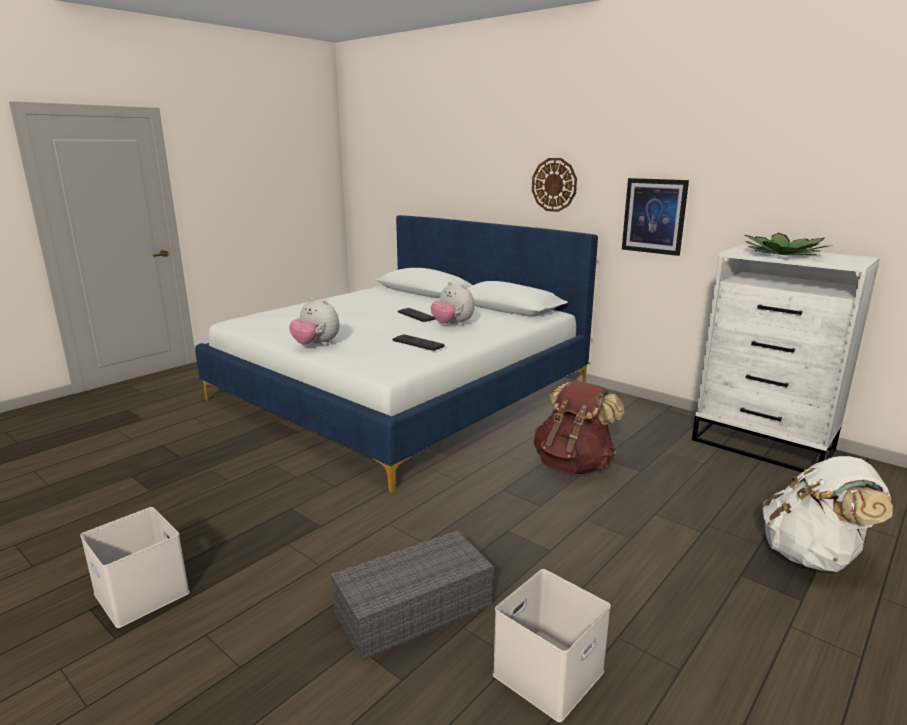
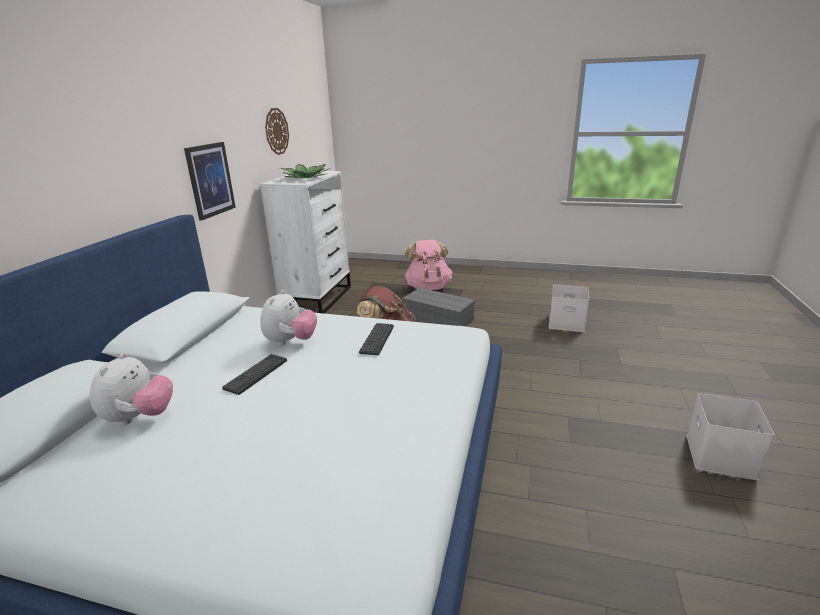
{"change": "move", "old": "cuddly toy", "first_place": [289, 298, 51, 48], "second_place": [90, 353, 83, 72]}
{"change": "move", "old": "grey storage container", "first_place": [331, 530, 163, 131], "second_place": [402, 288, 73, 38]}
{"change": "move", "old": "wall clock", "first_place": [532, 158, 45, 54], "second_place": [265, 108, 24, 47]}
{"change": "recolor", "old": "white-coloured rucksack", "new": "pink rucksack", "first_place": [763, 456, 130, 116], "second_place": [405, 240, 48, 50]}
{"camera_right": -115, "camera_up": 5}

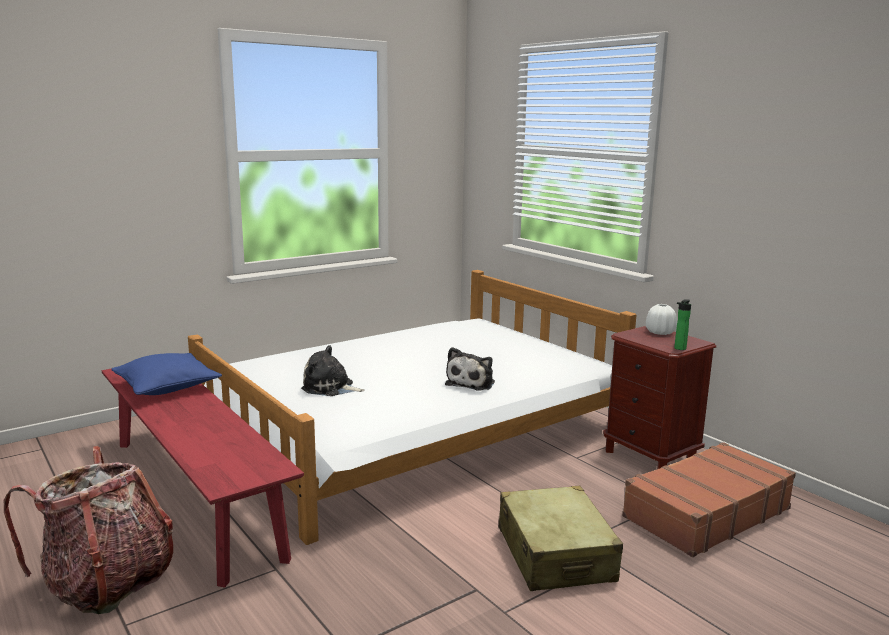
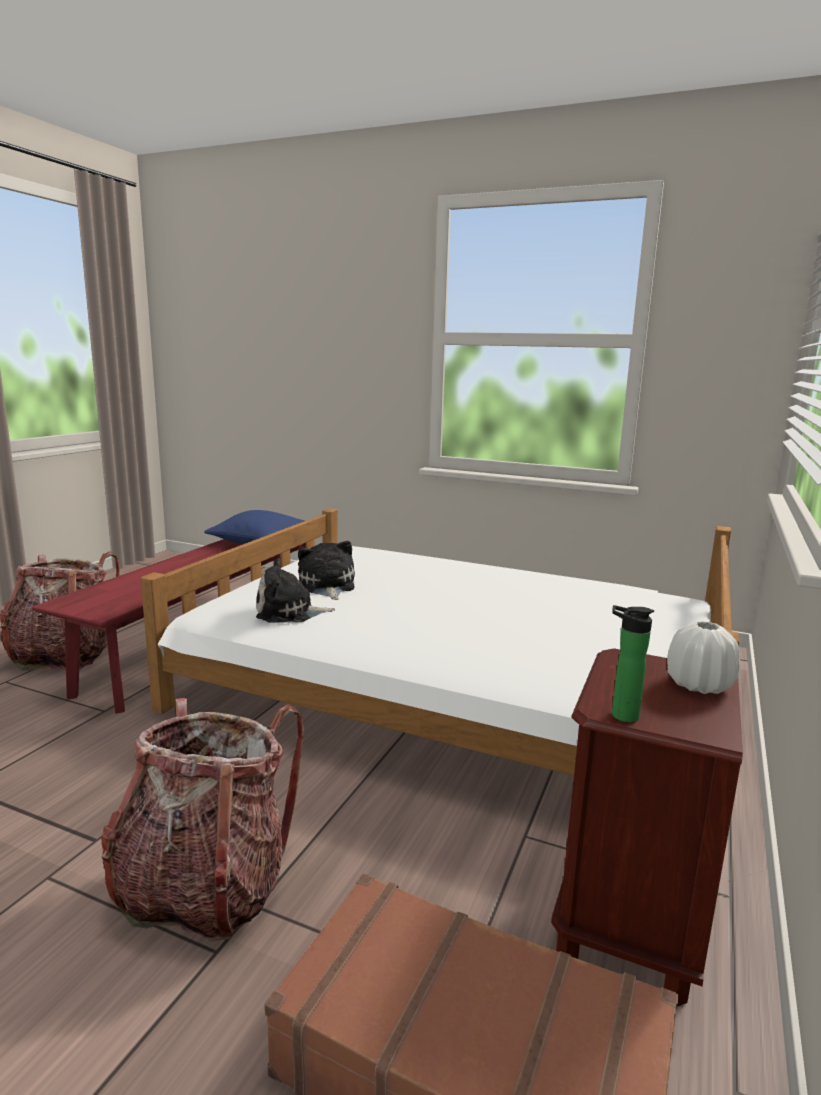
{"change": "move", "old": "cuddly toy", "first_place": [445, 347, 50, 44], "second_place": [256, 558, 79, 65]}
{"change": "replace", "old": "beige-coloured piece of luggage", "new": "rucksack", "first_place": [499, 486, 124, 105], "second_place": [101, 698, 203, 243]}
{"camera_right": 60, "camera_up": 0}

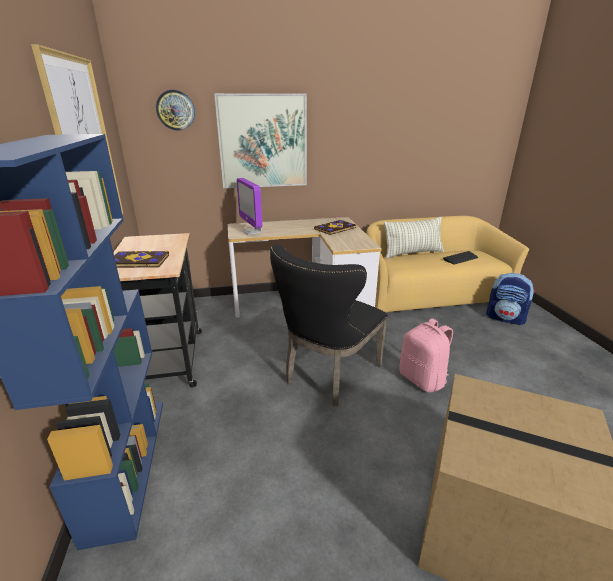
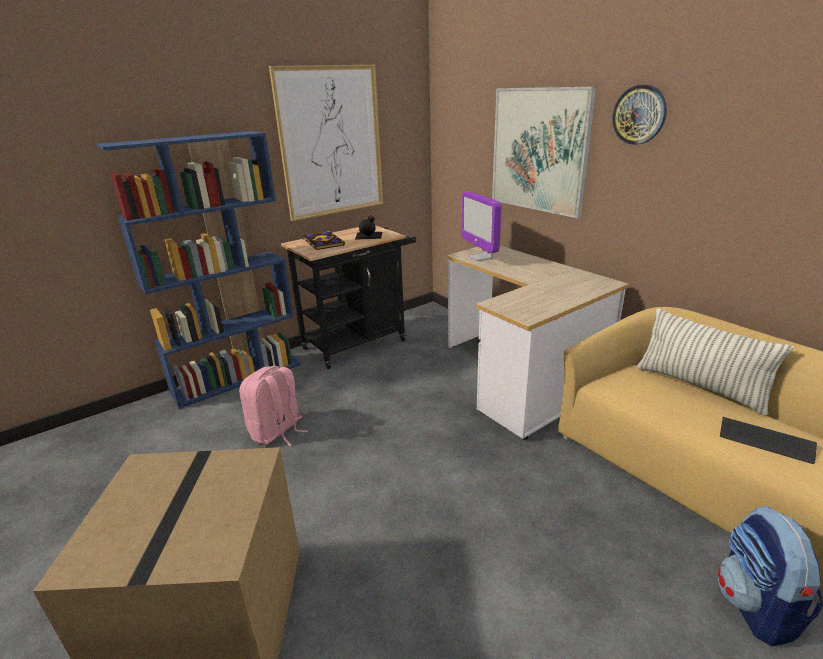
{"change": "delete", "old": "black upright chair", "first_place": [270, 244, 118, 162]}
{"change": "delete", "old": "bound book", "first_place": [314, 220, 42, 15]}
{"change": "insert", "new": "black drink bottle", "second_place": [355, 215, 27, 25]}
{"change": "move", "old": "wall clock", "first_place": [156, 90, 39, 41], "second_place": [612, 84, 55, 61]}
{"change": "move", "old": "pink rucksack", "first_place": [399, 318, 54, 74], "second_place": [239, 366, 69, 80]}
{"change": "rotate", "old": "monitor", "first_place": [237, 178, 25, 57], "second_place": [461, 191, 41, 70], "degrees": -60}
{"camera_right": 65, "camera_up": 0}

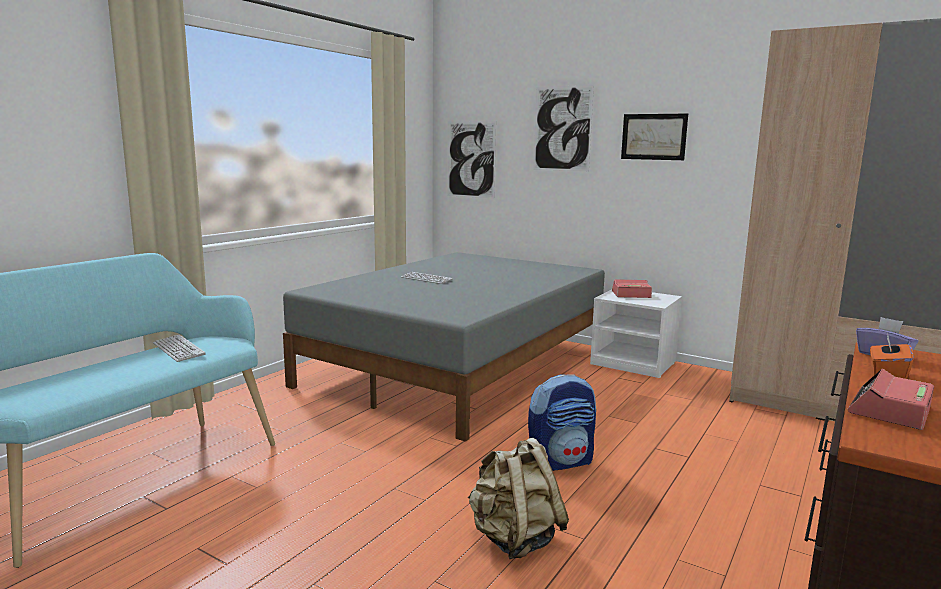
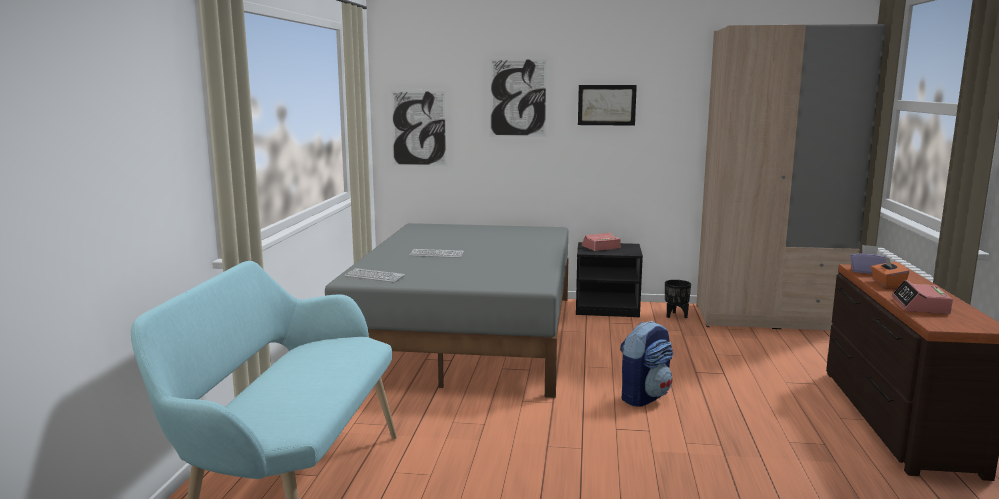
{"change": "delete", "old": "beige-coloured rucksack", "first_place": [468, 438, 101, 121]}
{"change": "insert", "new": "black flower pot", "second_place": [665, 280, 26, 38]}
{"change": "move", "old": "computer keyboard", "first_place": [153, 335, 53, 27], "second_place": [344, 268, 61, 14]}
{"change": "recolor", "old": "white-coloured bedside table", "new": "black bedside table", "first_place": [590, 289, 92, 89], "second_place": [576, 242, 67, 75]}
{"camera_right": -25, "camera_up": 0}

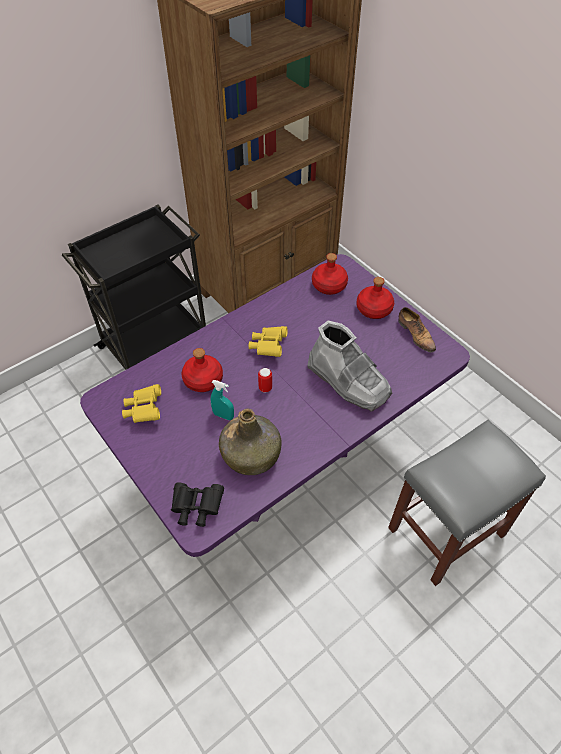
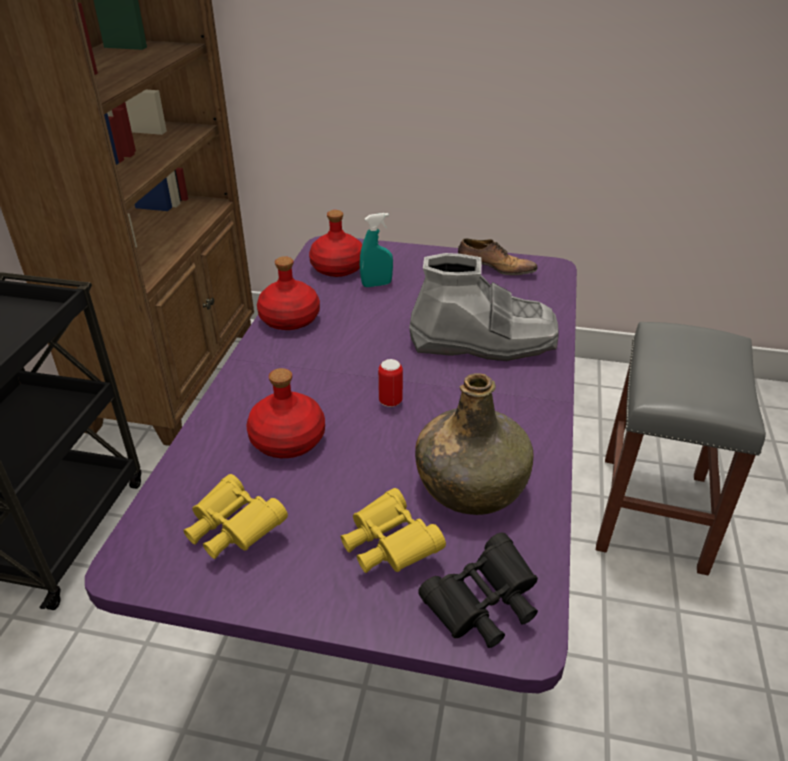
{"change": "move", "old": "turquoise hand sprayer", "first_place": [211, 380, 23, 40], "second_place": [360, 213, 33, 74]}
{"change": "move", "old": "yellow pair of binoculars", "first_place": [249, 326, 38, 31], "second_place": [341, 488, 105, 85]}
{"change": "move", "old": "red drink bottle", "first_place": [357, 277, 37, 42], "second_place": [257, 256, 63, 74]}
{"camera_right": -40, "camera_up": -15}

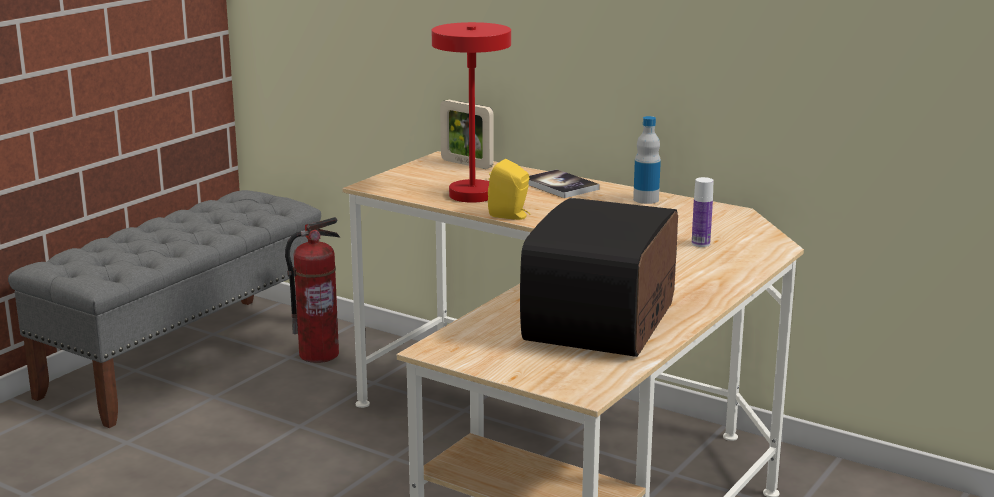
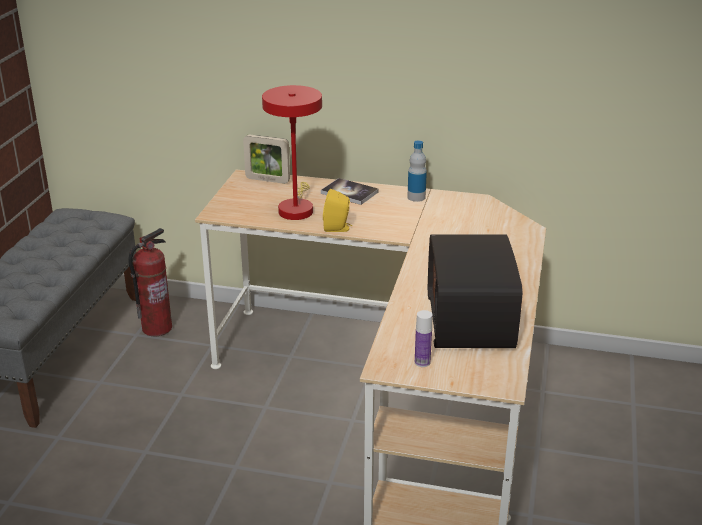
{"change": "move", "old": "drink bottle", "first_place": [692, 177, 22, 70], "second_place": [415, 310, 17, 57]}
{"camera_right": -20, "camera_up": 10}

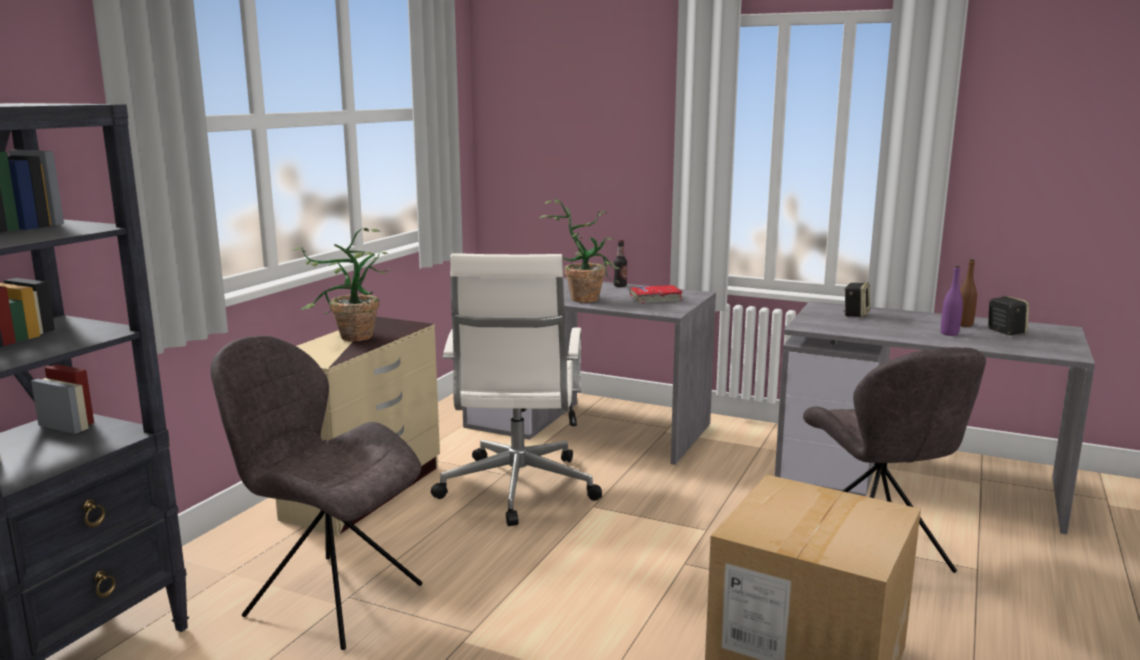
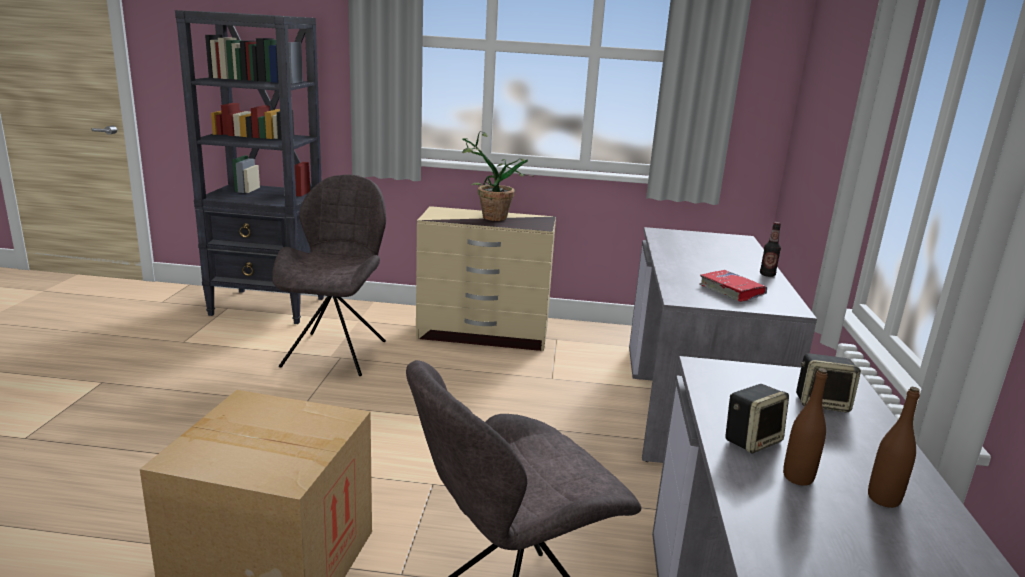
{"change": "delete", "old": "white-coloured desk chair", "first_place": [431, 253, 171, 273]}
{"change": "delete", "old": "plant in a pot", "first_place": [540, 199, 81, 104]}
{"change": "move", "old": "audio speaker", "first_place": [988, 296, 41, 39], "second_place": [725, 384, 64, 70]}
{"change": "recolor", "old": "purplish drink bottle", "new": "brown-coloured drink bottle", "first_place": [941, 266, 22, 70], "second_place": [783, 368, 45, 118]}
{"camera_right": 70, "camera_up": 5}

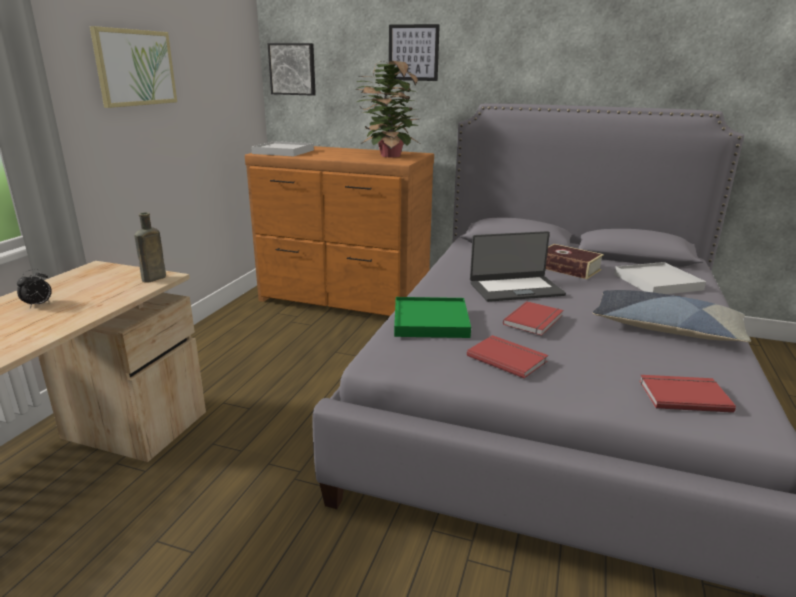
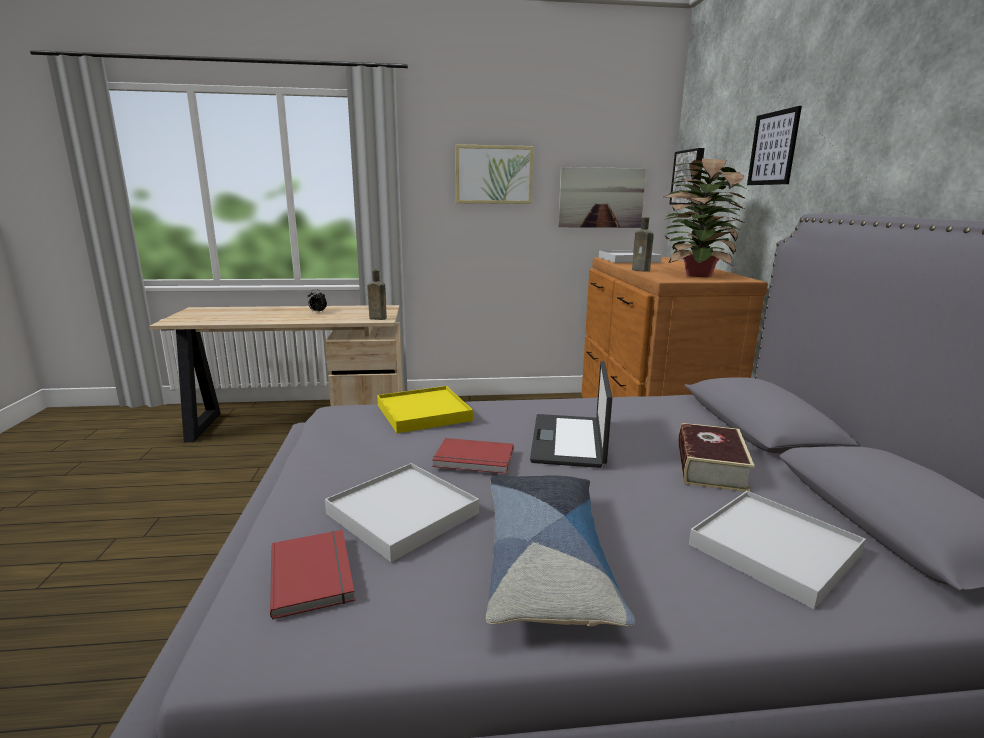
{"change": "delete", "old": "red bound book", "first_place": [467, 335, 81, 44]}
{"change": "insert", "new": "white-coloured tray", "second_place": [325, 463, 154, 99]}
{"change": "insert", "new": "wall art", "second_place": [558, 167, 88, 61]}
{"change": "insert", "new": "brown-coloured drink bottle", "second_place": [632, 217, 22, 55]}
{"change": "recolor", "old": "green tray", "new": "yellow tray", "first_place": [394, 297, 77, 41], "second_place": [377, 386, 96, 47]}
{"change": "rotate", "old": "notebook computer", "first_place": [470, 231, 96, 71], "second_place": [530, 361, 82, 107], "degrees": 45}
{"camera_right": 65, "camera_up": -5}

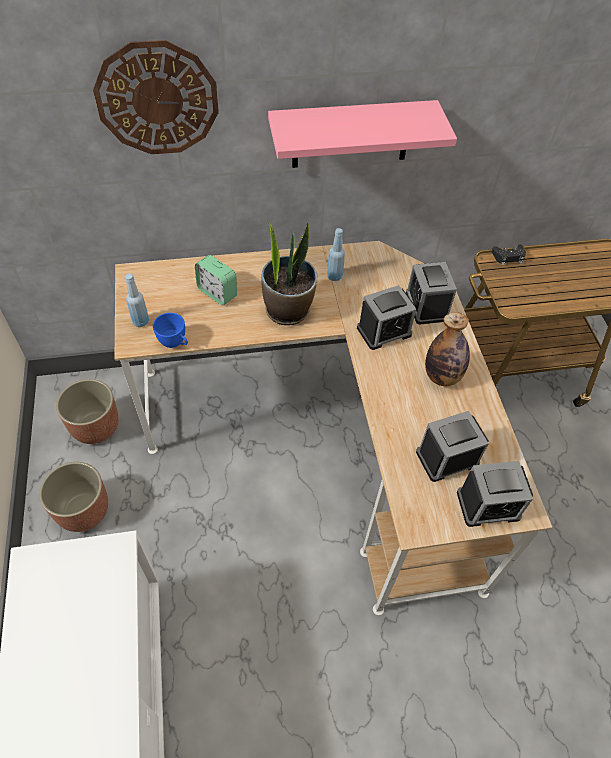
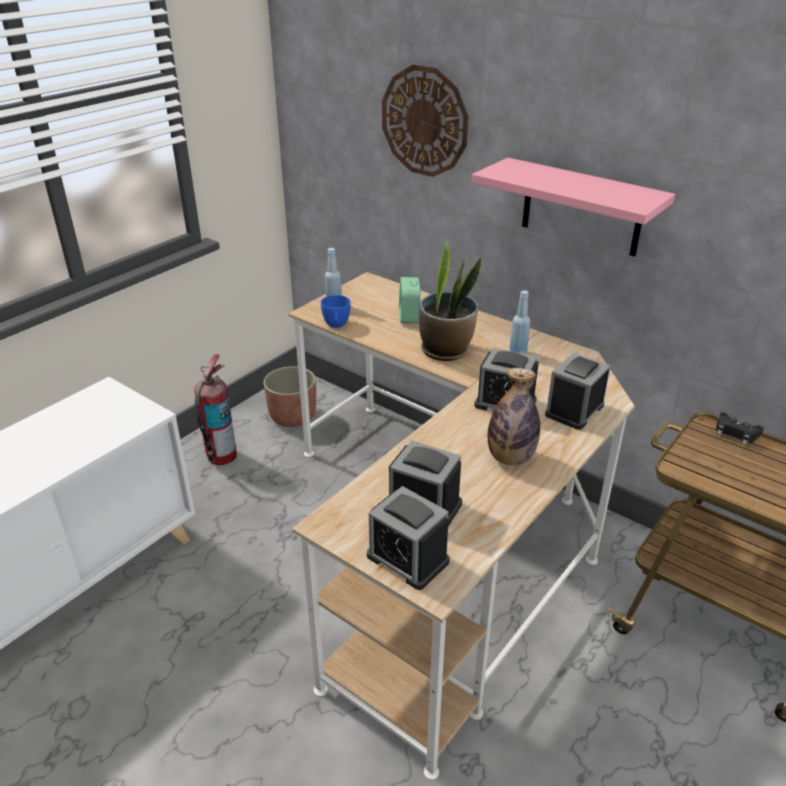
{"change": "replace", "old": "flower pot", "new": "fire extinguisher", "first_place": [39, 462, 69, 70], "second_place": [194, 354, 43, 111]}
{"camera_right": 50, "camera_up": -20}

